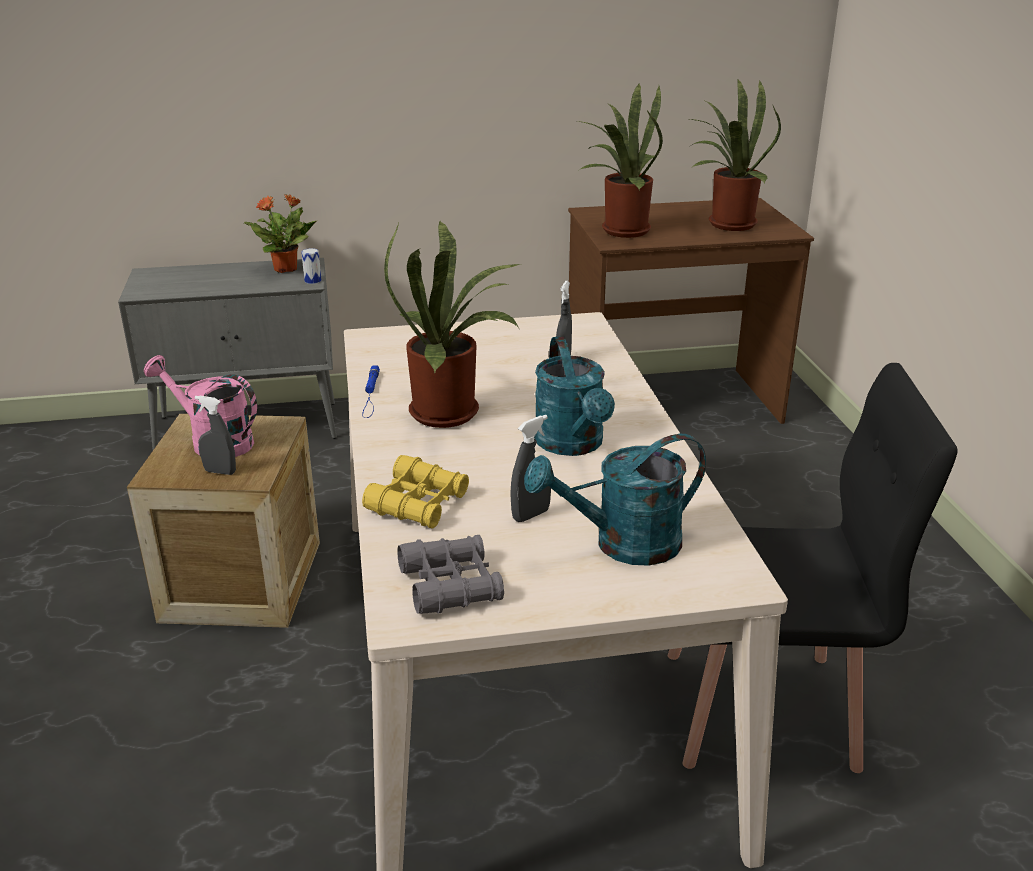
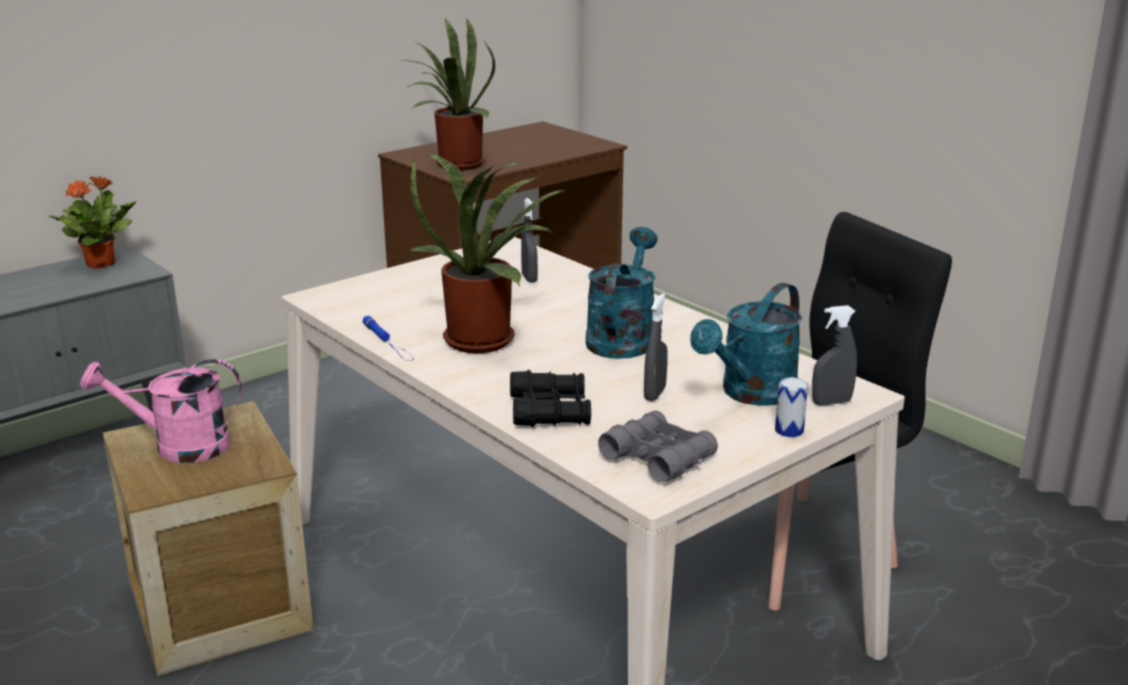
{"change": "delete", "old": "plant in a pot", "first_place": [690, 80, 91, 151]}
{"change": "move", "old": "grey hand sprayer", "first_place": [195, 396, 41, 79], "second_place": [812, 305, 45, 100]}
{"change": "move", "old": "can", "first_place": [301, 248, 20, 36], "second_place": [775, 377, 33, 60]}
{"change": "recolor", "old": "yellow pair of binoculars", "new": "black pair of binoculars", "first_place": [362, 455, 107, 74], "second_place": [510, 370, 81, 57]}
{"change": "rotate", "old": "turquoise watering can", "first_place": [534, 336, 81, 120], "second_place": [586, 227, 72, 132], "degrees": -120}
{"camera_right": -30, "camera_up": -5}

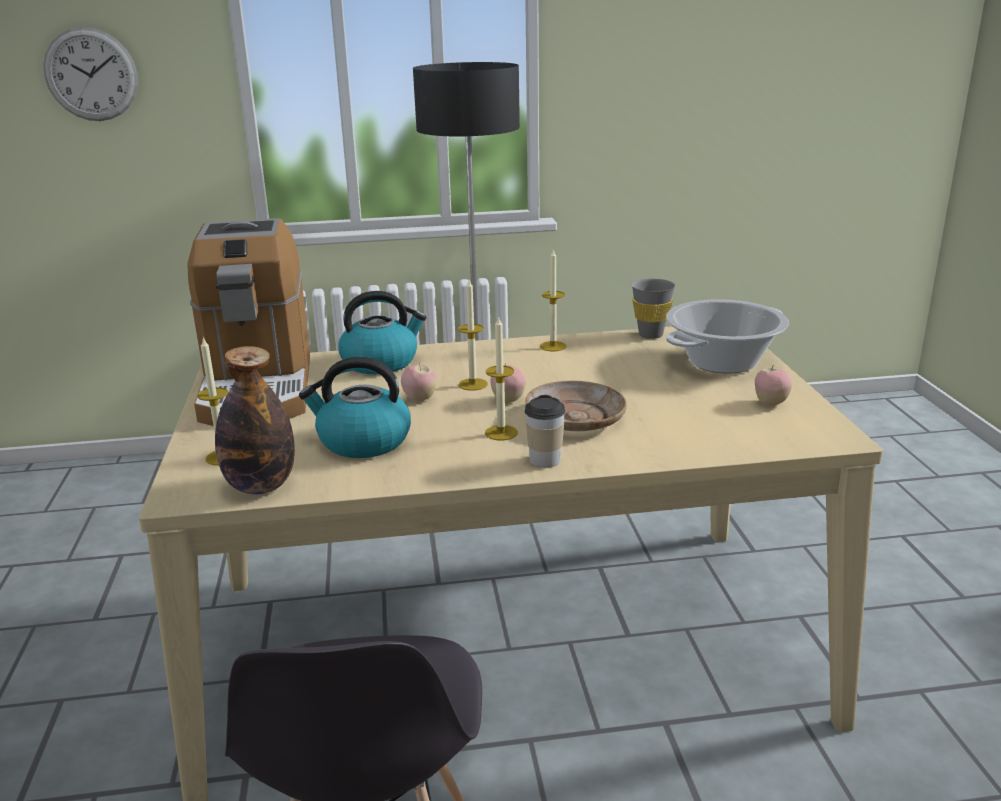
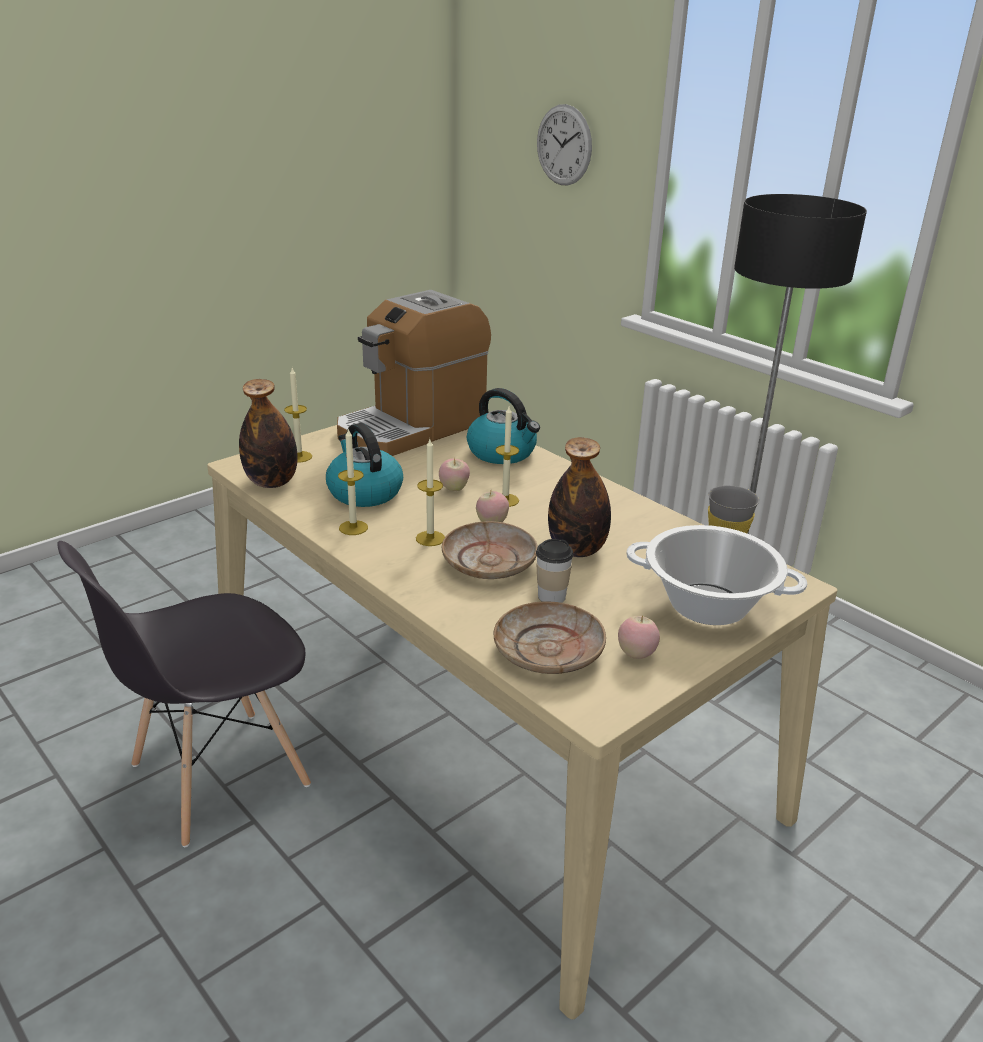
{"change": "insert", "new": "beige-coloured dinner plate", "second_place": [494, 602, 112, 72]}
{"change": "insert", "new": "drink bottle", "second_place": [548, 437, 63, 120]}
{"change": "move", "old": "small cup", "first_place": [525, 395, 40, 73], "second_place": [536, 539, 38, 64]}
{"change": "move", "old": "wax light", "first_place": [540, 250, 26, 101], "second_place": [338, 428, 30, 107]}
{"camera_right": 55, "camera_up": 5}

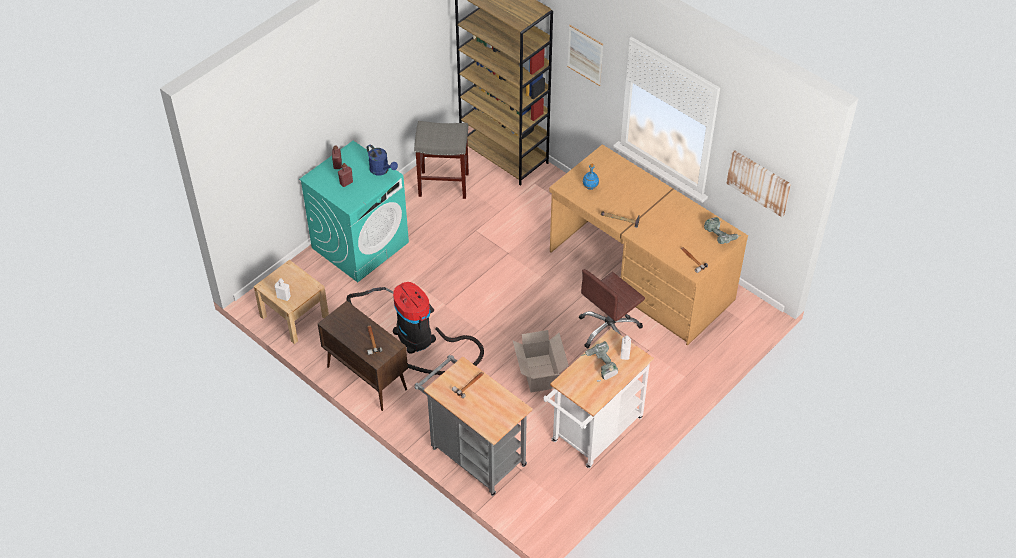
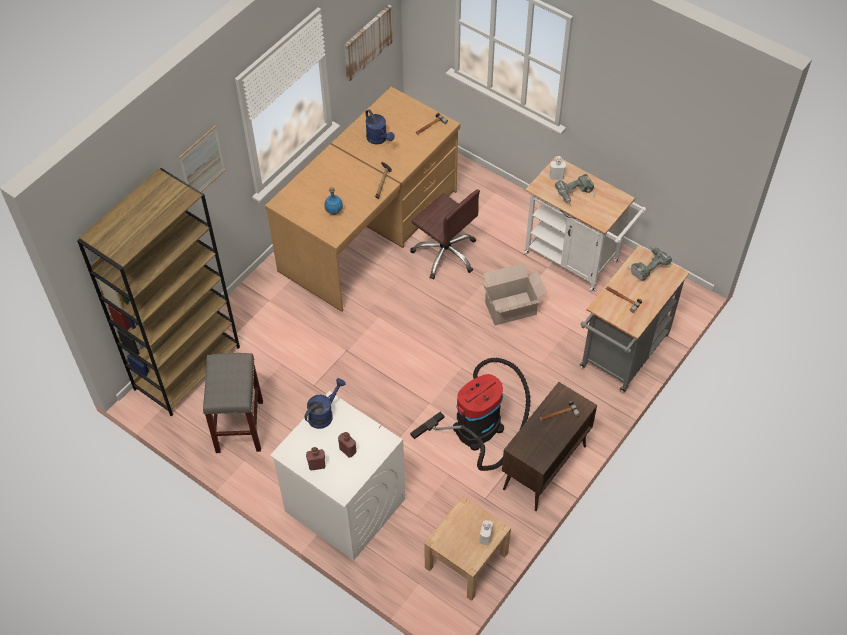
{"change": "insert", "new": "blue-coloured watering can", "second_place": [365, 110, 30, 35]}
{"change": "move", "old": "drill", "first_place": [704, 217, 37, 27], "second_place": [627, 246, 45, 35]}
{"change": "recolor", "old": "turquoise washing machine", "new": "white-coloured washing machine", "first_place": [299, 141, 110, 141], "second_place": [270, 391, 136, 170]}
{"camera_right": -95, "camera_up": 5}

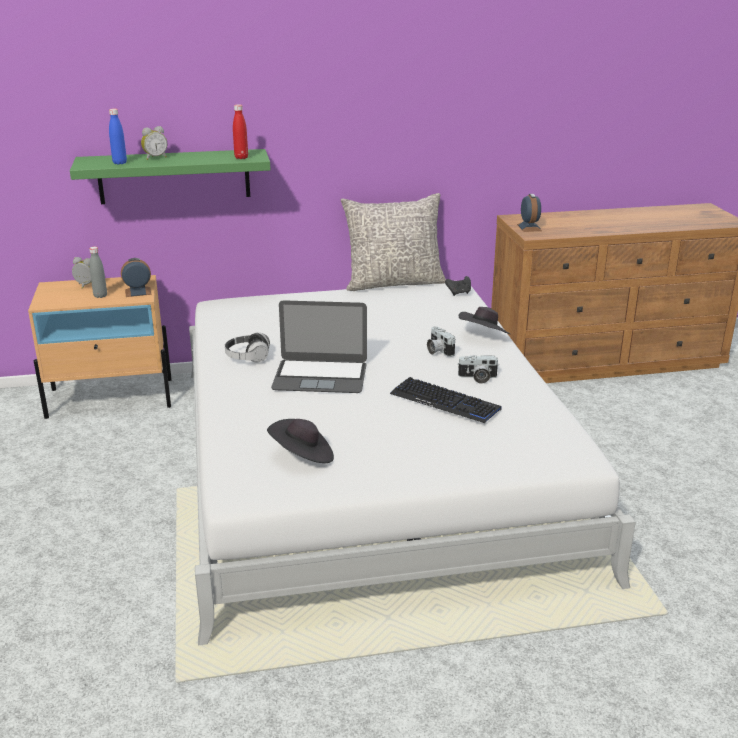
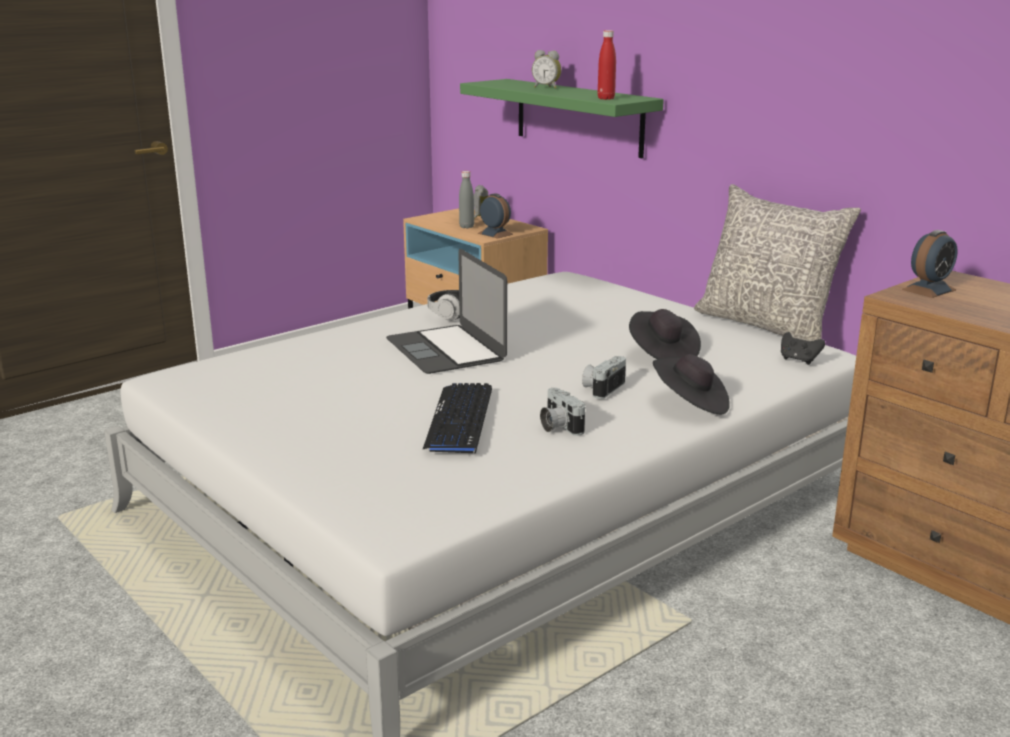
{"change": "delete", "old": "blue-coloured drink bottle", "first_place": [109, 109, 18, 55]}
{"change": "move", "old": "black hat", "first_place": [267, 419, 67, 44], "second_place": [629, 309, 72, 50]}
{"camera_right": 60, "camera_up": -5}

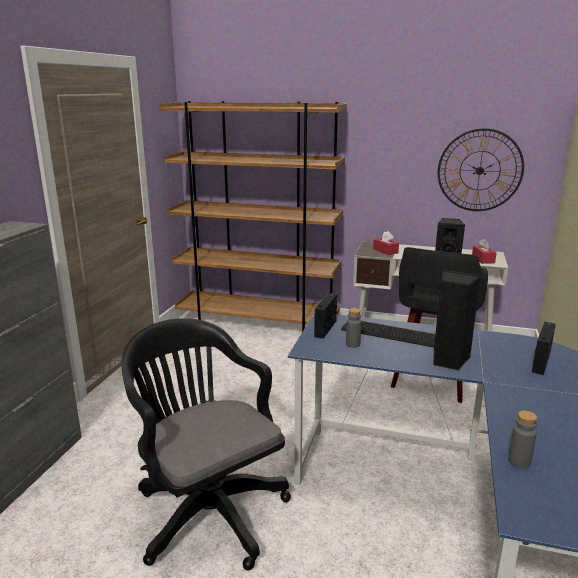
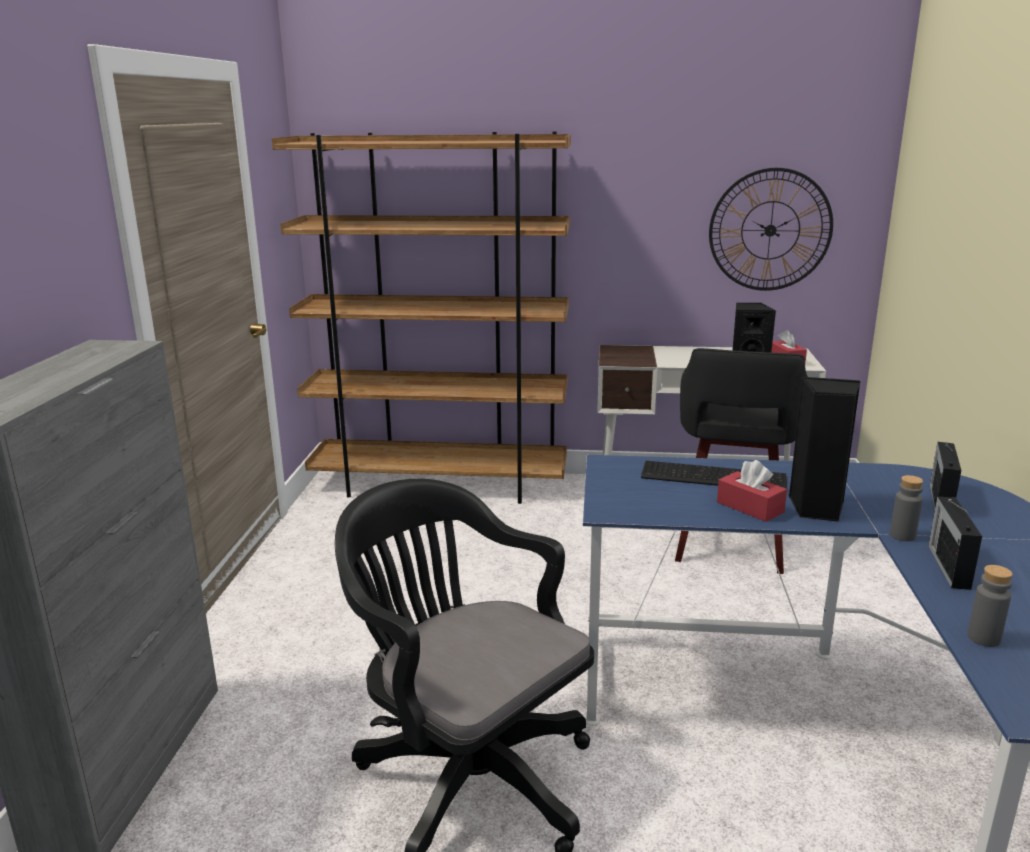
{"change": "move", "old": "radio receiver", "first_place": [314, 293, 23, 46], "second_place": [928, 496, 54, 94]}
{"change": "move", "old": "grey drink bottle", "first_place": [346, 308, 15, 40], "second_place": [890, 475, 33, 66]}
{"change": "move", "old": "red tissue holder", "first_place": [373, 231, 26, 24], "second_place": [717, 460, 70, 62]}
{"camera_right": -10, "camera_up": 0}

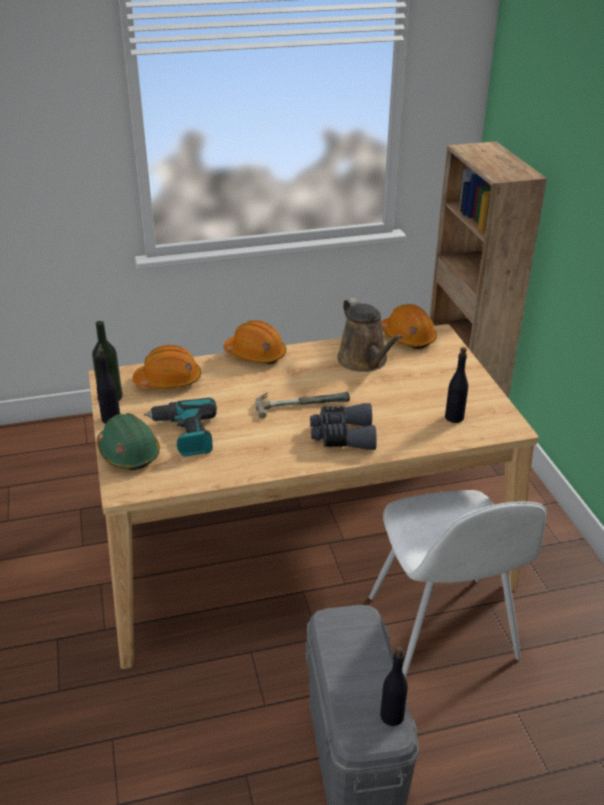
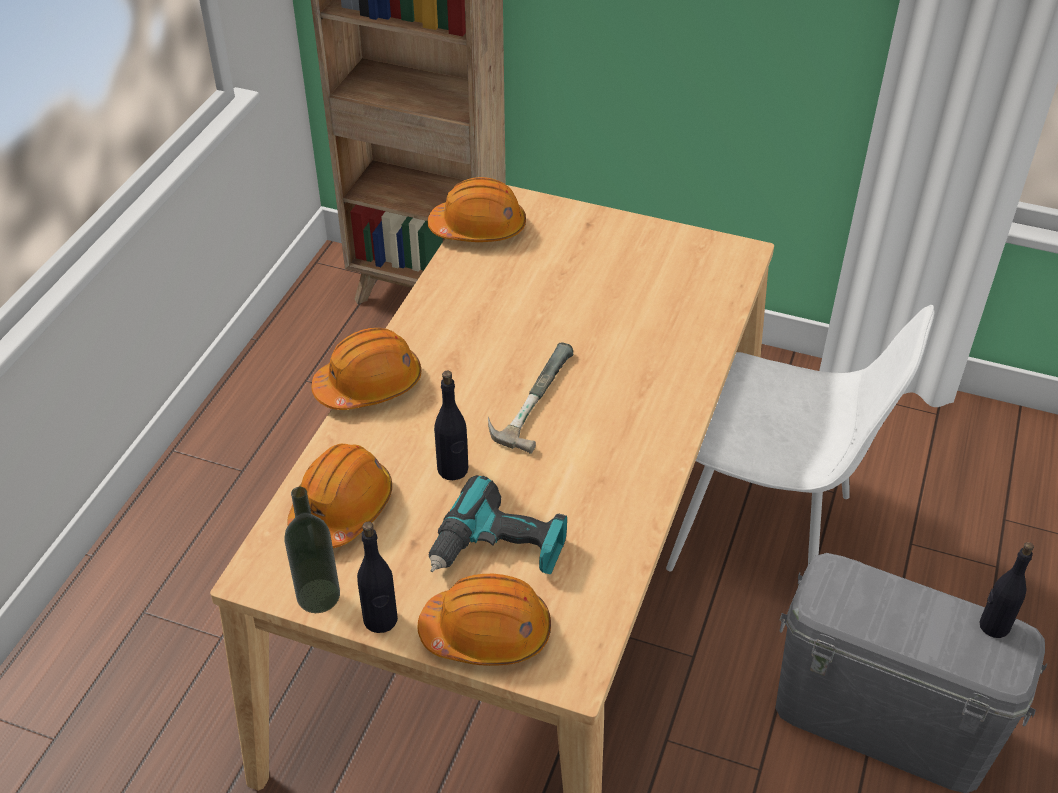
{"change": "delete", "old": "grey pair of binoculars", "first_place": [310, 403, 67, 47]}
{"change": "delete", "old": "brown-coloured watering can", "first_place": [337, 298, 66, 74]}
{"change": "move", "old": "black drink bottle", "first_place": [445, 347, 23, 76], "second_place": [434, 371, 34, 109]}
{"change": "recolor", "old": "green work helmet", "new": "orange-coloured work helmet", "first_place": [97, 413, 63, 57], "second_place": [417, 574, 134, 92]}
{"camera_right": -55, "camera_up": 10}

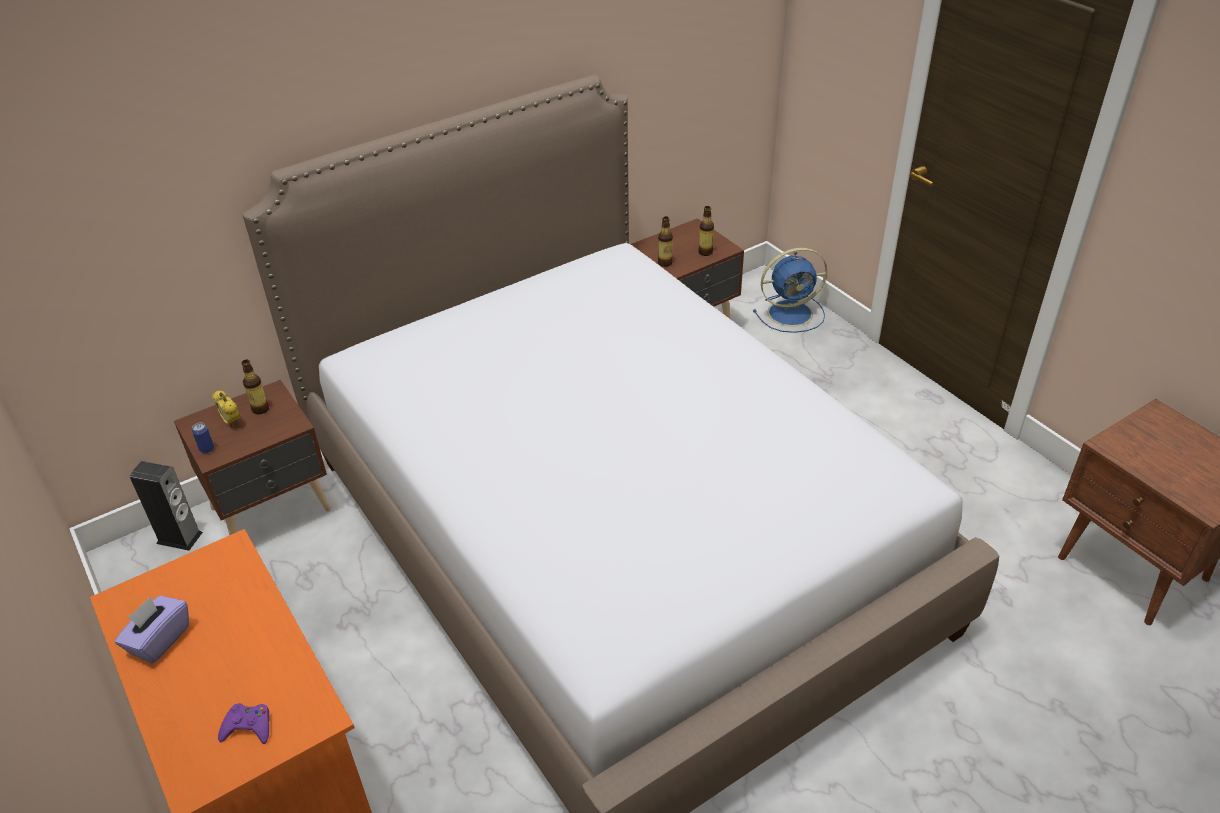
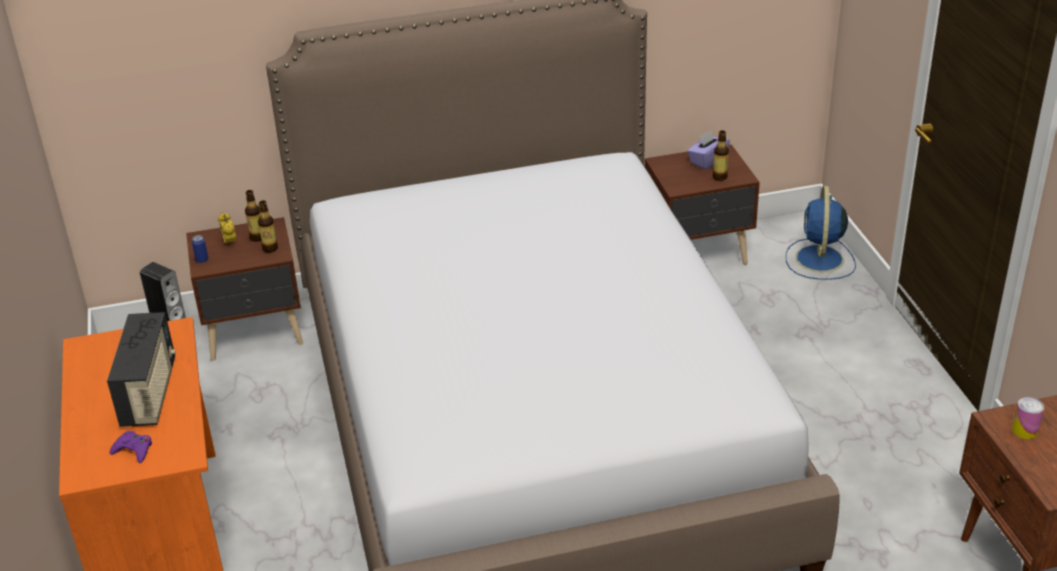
{"change": "insert", "new": "radio receiver", "second_place": [107, 312, 69, 115]}
{"change": "insert", "new": "can", "second_place": [1012, 397, 32, 42]}
{"change": "move", "old": "purplish tissue holder", "first_place": [115, 595, 74, 69], "second_place": [687, 130, 43, 40]}
{"change": "move", "old": "drink bottle", "first_place": [658, 216, 15, 51], "second_place": [258, 200, 20, 53]}
{"change": "rotate", "old": "blue-coloured fan", "first_place": [753, 248, 74, 85], "second_place": [786, 185, 70, 95], "degrees": 90}
{"camera_right": 20, "camera_up": -5}

